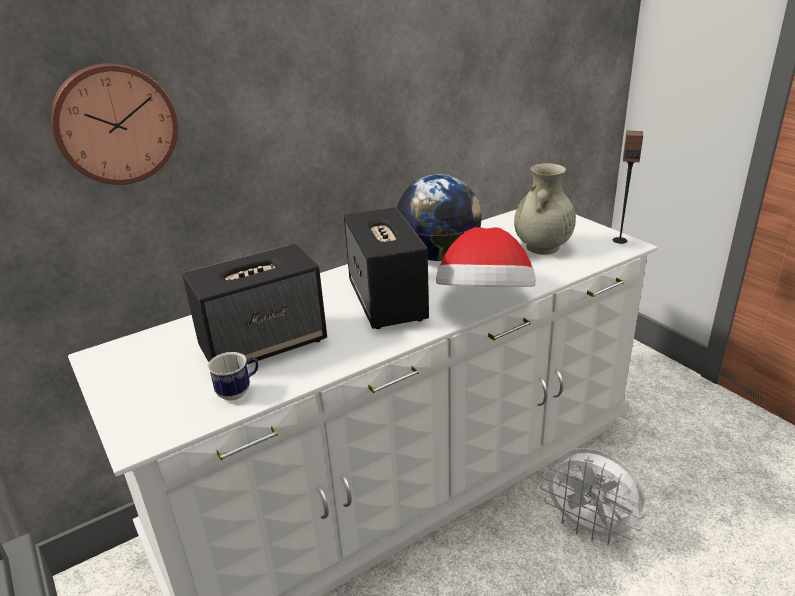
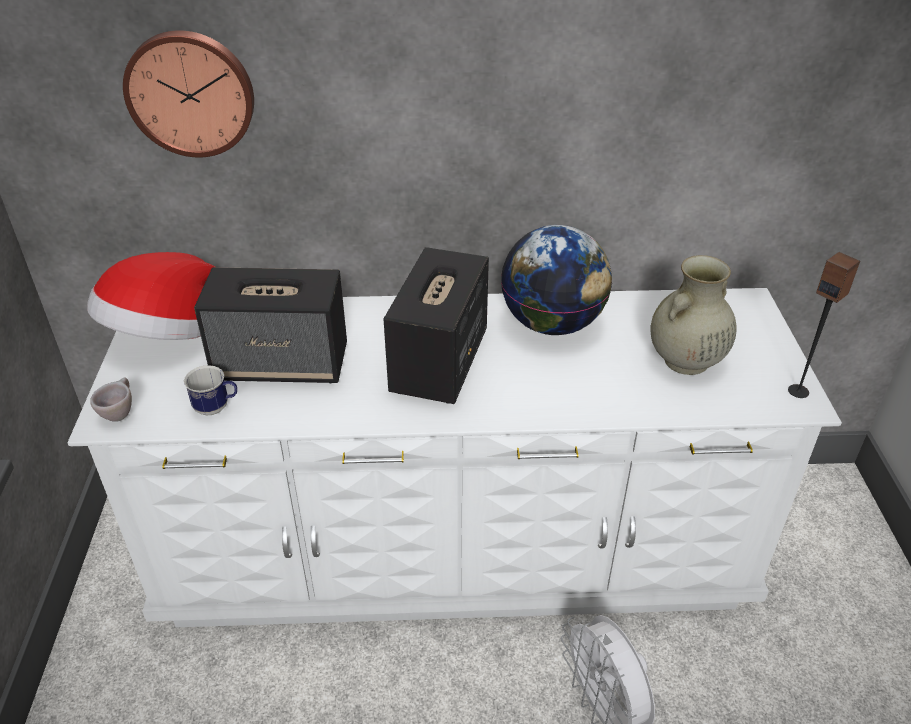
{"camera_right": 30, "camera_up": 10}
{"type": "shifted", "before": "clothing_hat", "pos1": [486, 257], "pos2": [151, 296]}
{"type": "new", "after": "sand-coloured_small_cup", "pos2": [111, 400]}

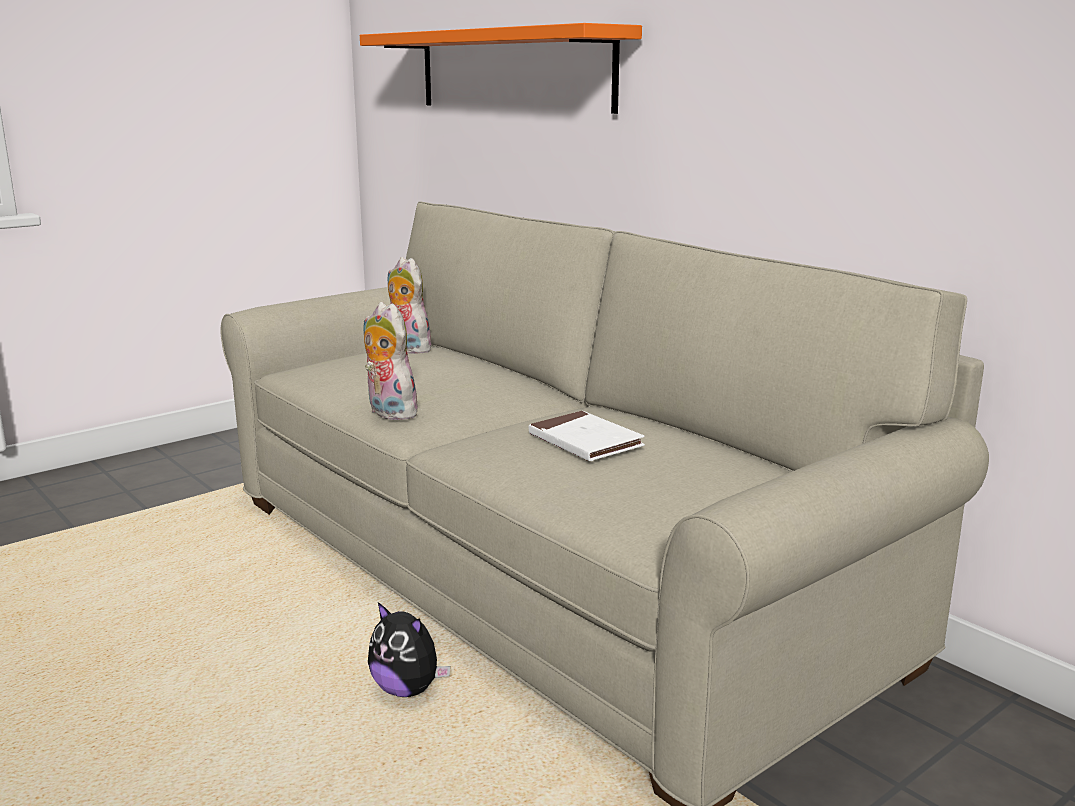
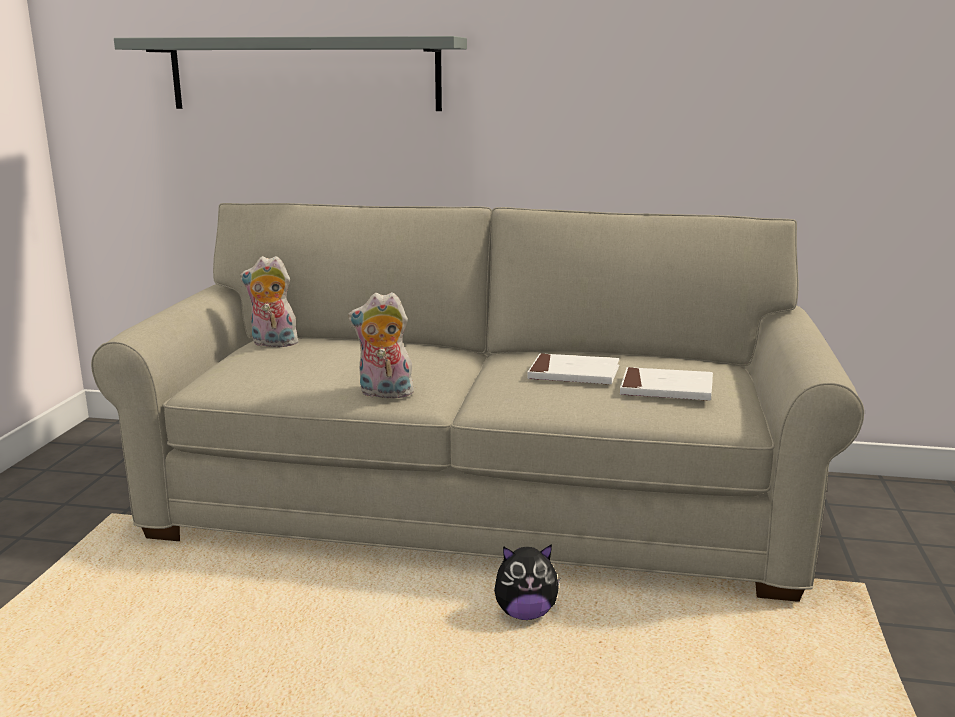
{"camera_right": -40, "camera_up": 0}
{"type": "repainted", "before": "orange_wall_shelf", "after": "gray_wall_shelf", "pos1": [501, 68], "pos2": [290, 73]}
{"type": "new", "after": "white-coloured_book", "pos2": [666, 384]}

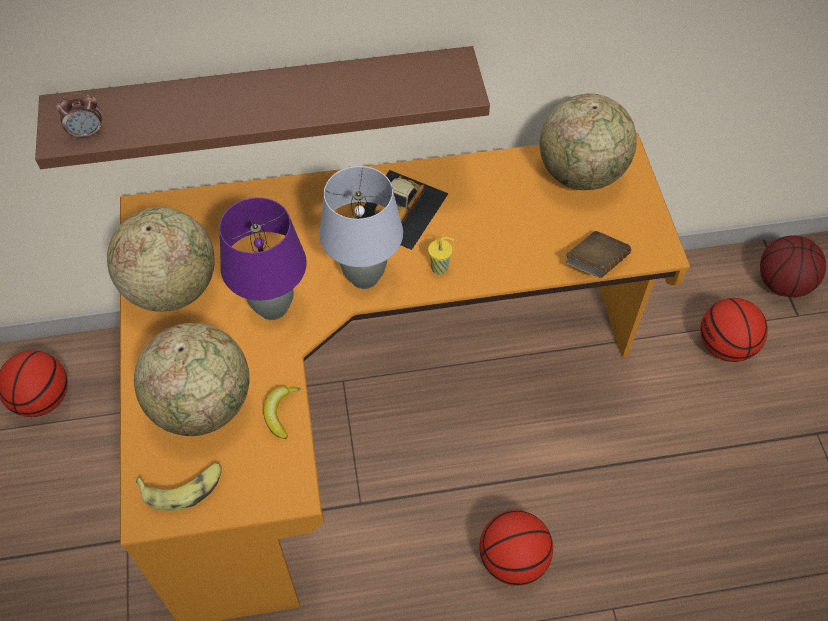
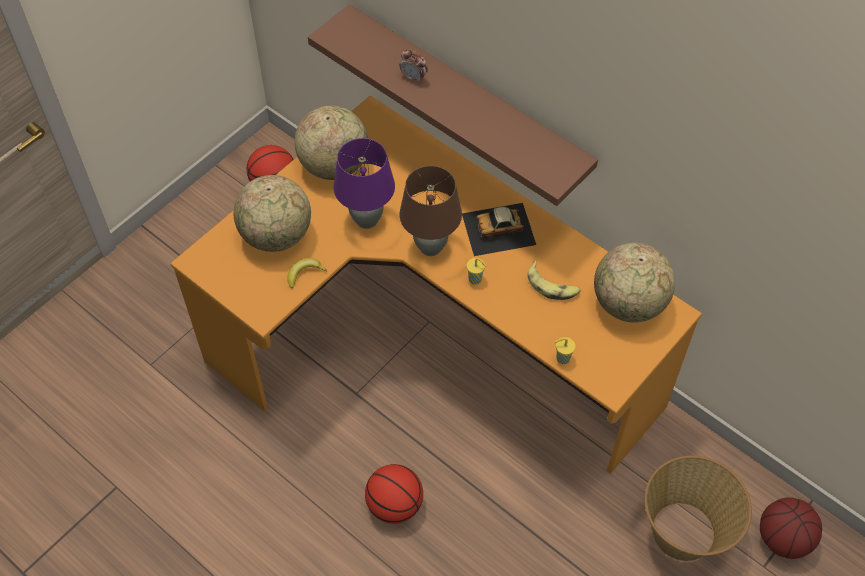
{"camera_right": 50, "camera_up": 0}
{"type": "shifted", "before": "bedside_clock", "pos1": [79, 116], "pos2": [413, 66]}
{"type": "repainted", "before": "gray_lamp_for_a_table", "after": "brown_lamp_for_a_table", "pos1": [361, 227], "pos2": [431, 211]}
{"type": "swapped", "before": "brown_book", "after": "yellow_small_cup", "pos1": [598, 254], "pos2": [565, 350]}
{"type": "swapped", "before": "basketball", "after": "basket", "pos1": [734, 330], "pos2": [698, 508]}
{"type": "shifted", "before": "banana_fruit", "pos1": [179, 487], "pos2": [554, 280]}

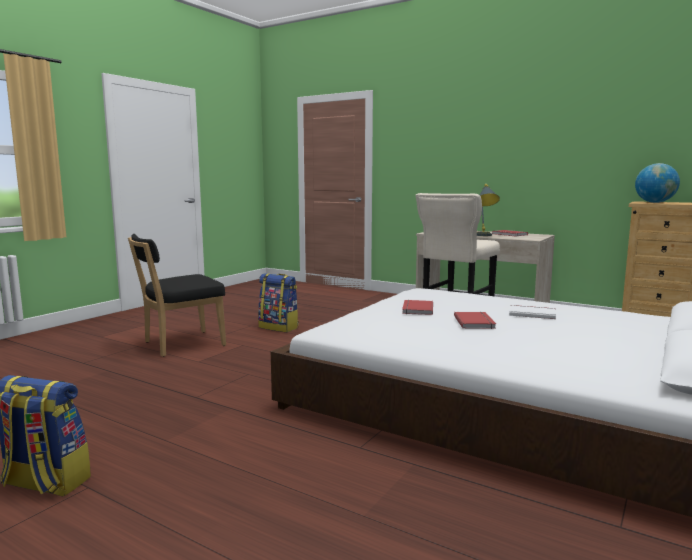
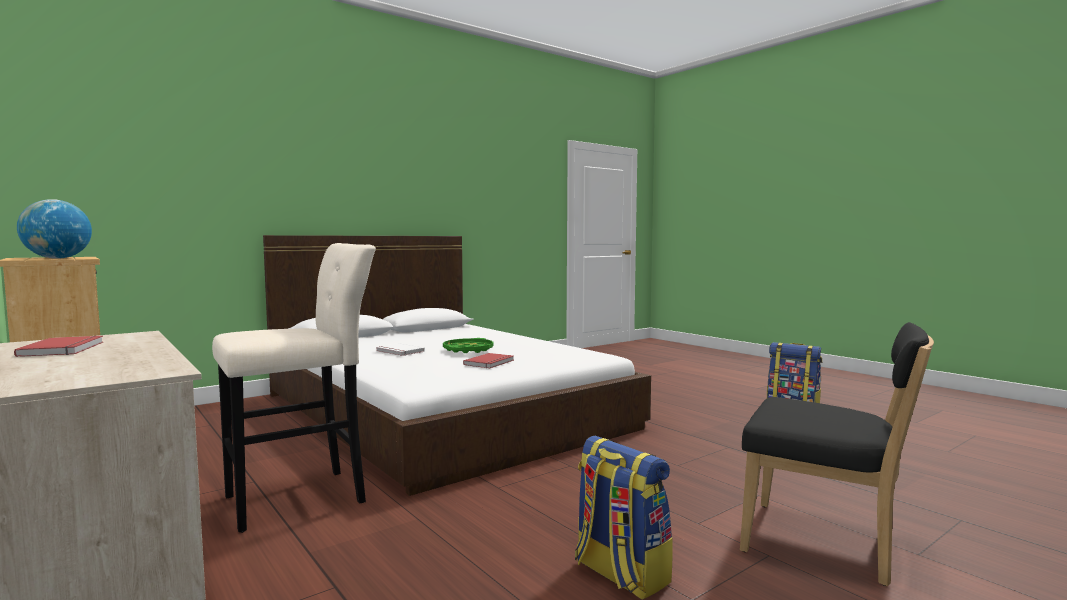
{"camera_right": -160, "camera_up": -5}
{"type": "gone", "before": "gray_lamp_for_a_table", "pos1": [488, 210]}
{"type": "rotated", "before": "black-coloured_upright_chair", "pos1": [177, 295], "pos2": [837, 454], "turn": 45}
{"type": "swapped", "before": "red_book", "after": "green-coloured_serving_tray", "pos1": [475, 320], "pos2": [468, 345]}

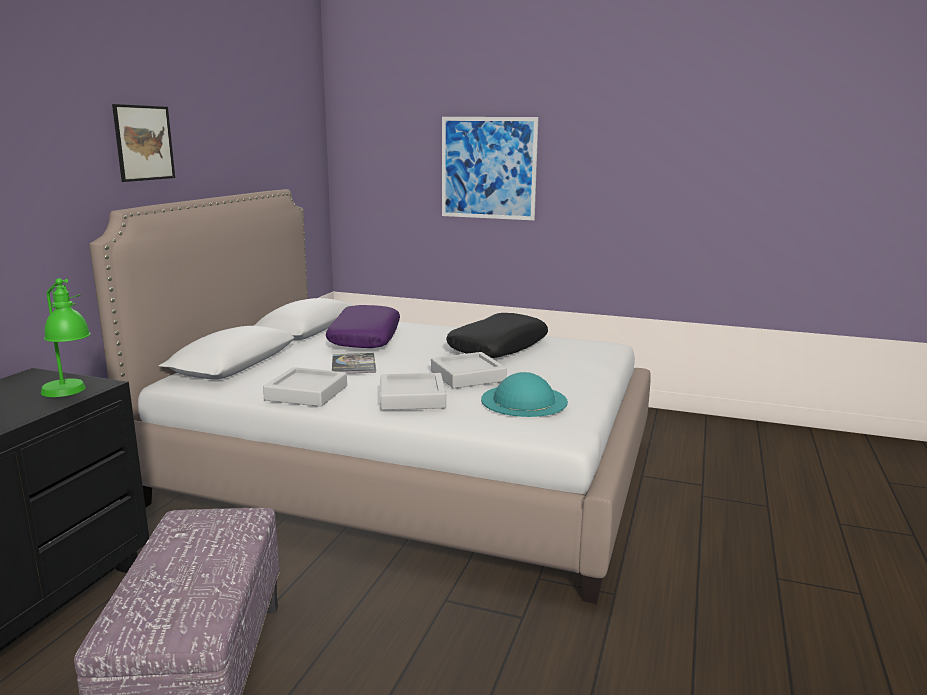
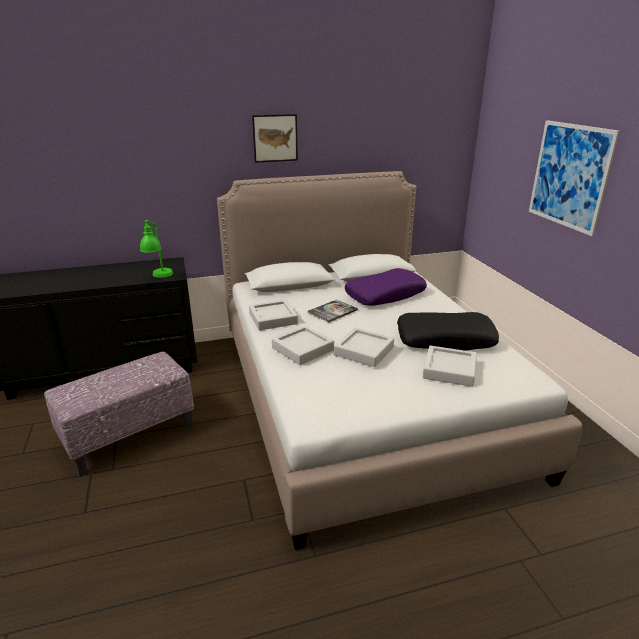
{"camera_right": 55, "camera_up": 10}
{"type": "gone", "before": "blue-green_clothing_hat", "pos1": [524, 394]}
{"type": "new", "after": "gray_serving_tray", "pos2": [450, 366]}

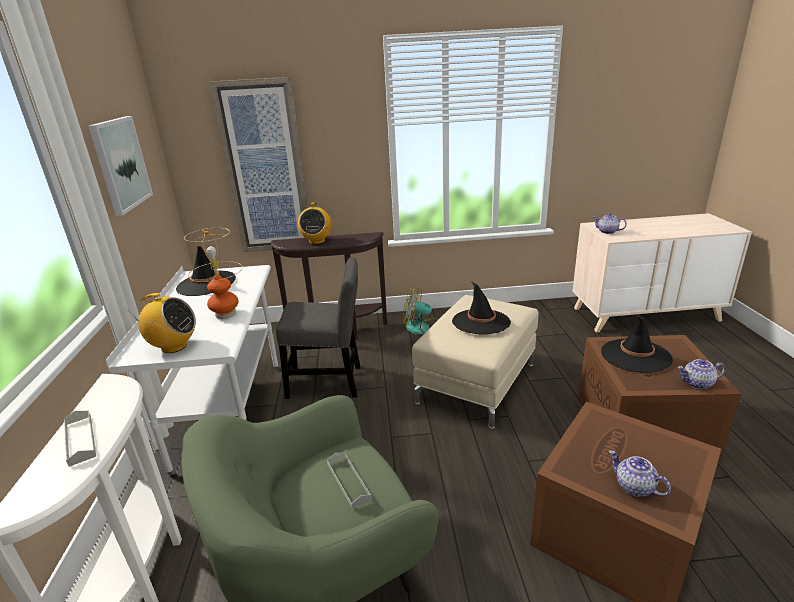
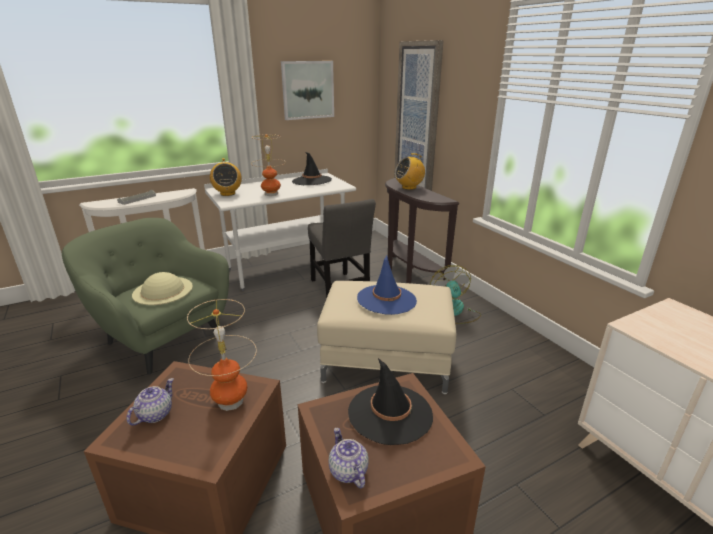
{"camera_right": 65, "camera_up": 0}
{"type": "gone", "before": "teapot", "pos1": [610, 223]}
{"type": "repainted", "before": "black-coloured_clothing_hat", "after": "blue_clothing_hat", "pos1": [481, 308], "pos2": [387, 285]}
{"type": "swapped", "before": "gray_serving_tray", "after": "sand-coloured_clothing_hat", "pos1": [349, 481], "pos2": [162, 288]}
{"type": "new", "after": "lamp_for_a_table", "pos2": [222, 355]}

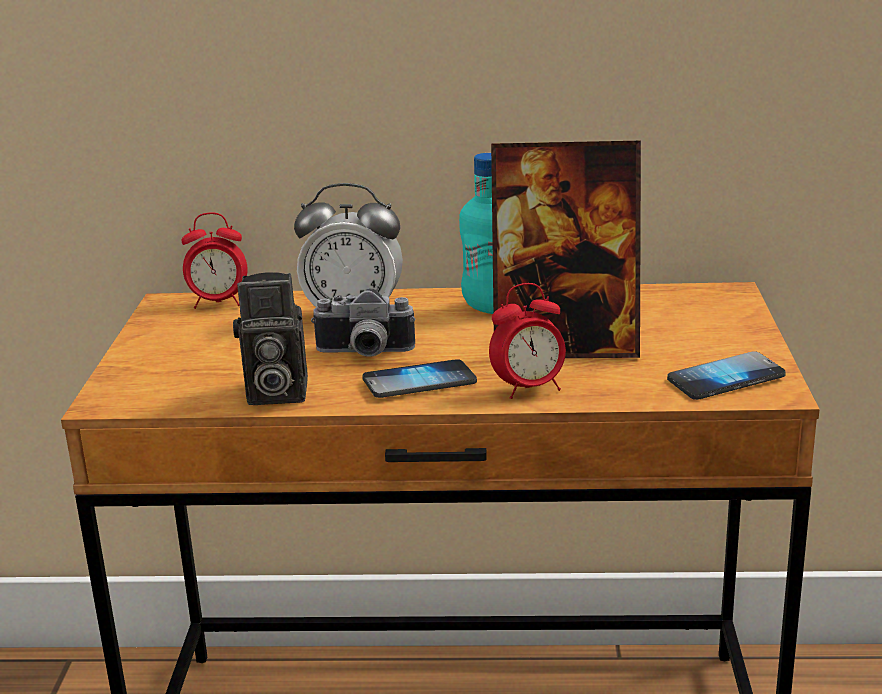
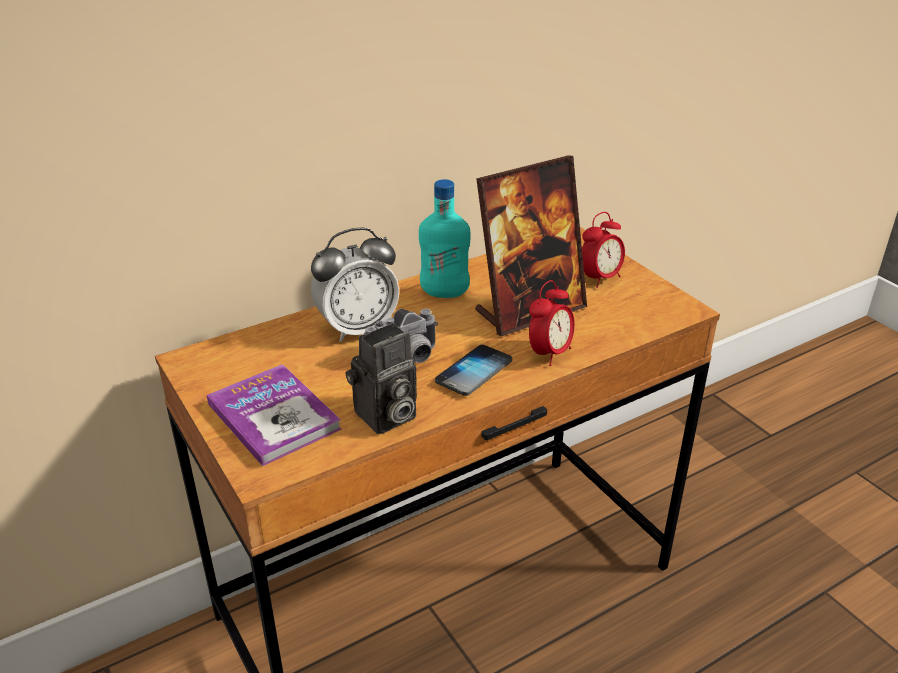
{"camera_right": -35, "camera_up": 10}
{"type": "shifted", "before": "bedside_clock", "pos1": [215, 261], "pos2": [603, 250]}
{"type": "gone", "before": "phone", "pos1": [726, 375]}
{"type": "new", "after": "book", "pos2": [274, 415]}

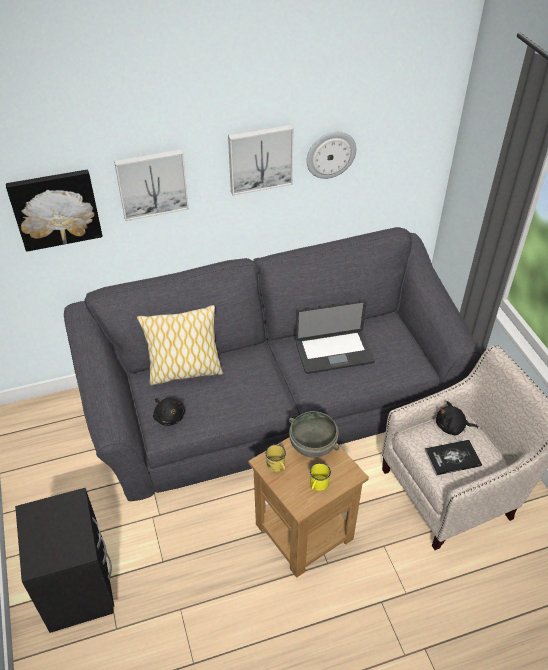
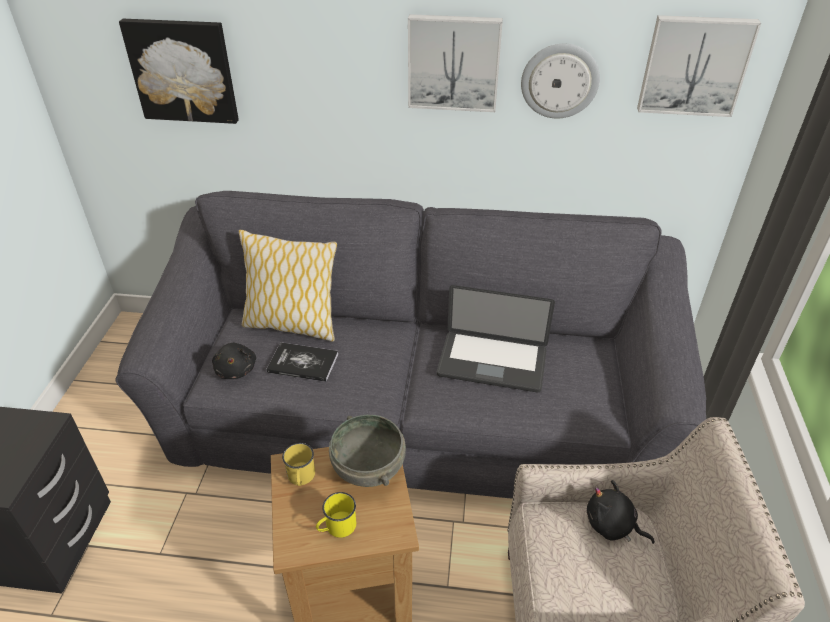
{"camera_right": 25, "camera_up": -5}
{"type": "shifted", "before": "picture", "pos1": [151, 185], "pos2": [699, 66]}
{"type": "shifted", "before": "book", "pos1": [453, 458], "pos2": [302, 362]}

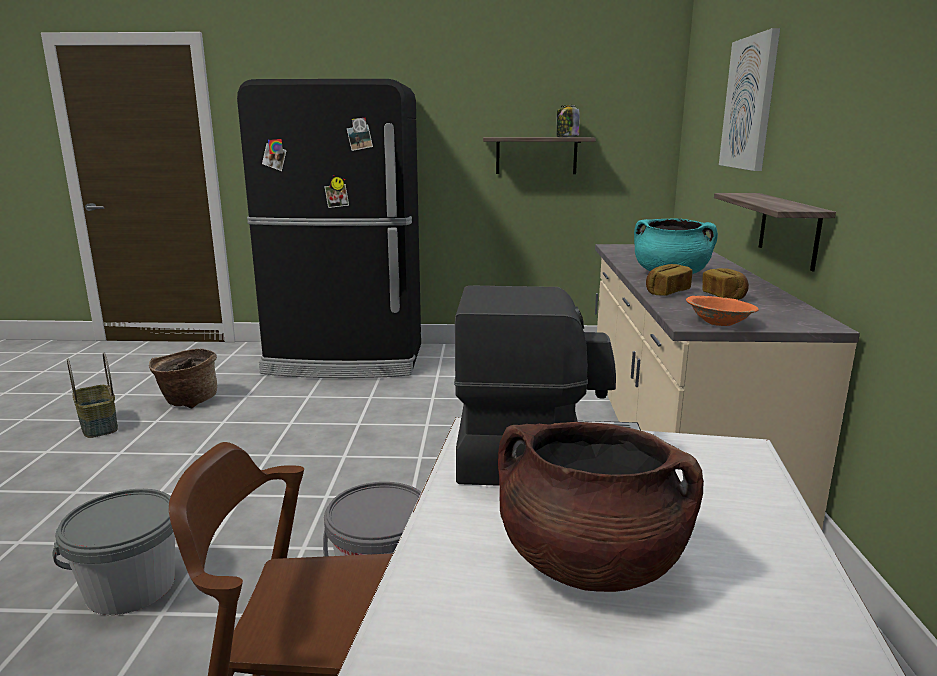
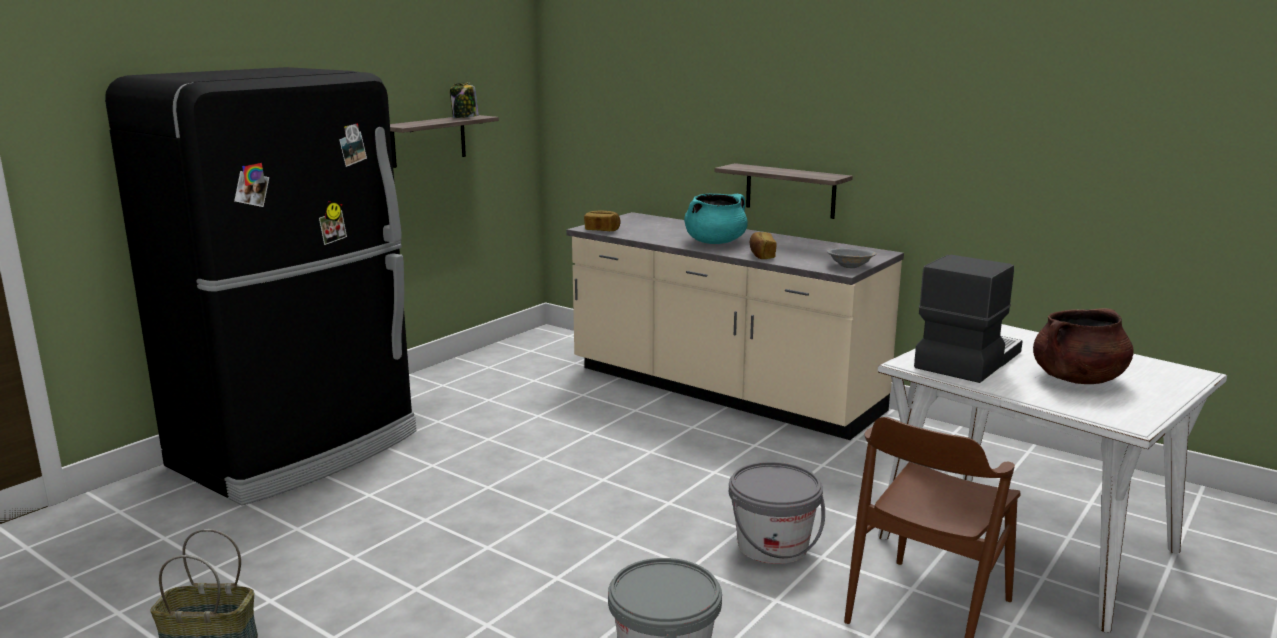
{"camera_right": -55, "camera_up": 0}
{"type": "gone", "before": "picture", "pos1": [749, 99]}
{"type": "shifted", "before": "baked_bread", "pos1": [725, 284], "pos2": [602, 220]}
{"type": "repainted", "before": "orange_deep_dish", "after": "gray_deep_dish", "pos1": [722, 311], "pos2": [852, 258]}
{"type": "gone", "before": "basket", "pos1": [183, 378]}

